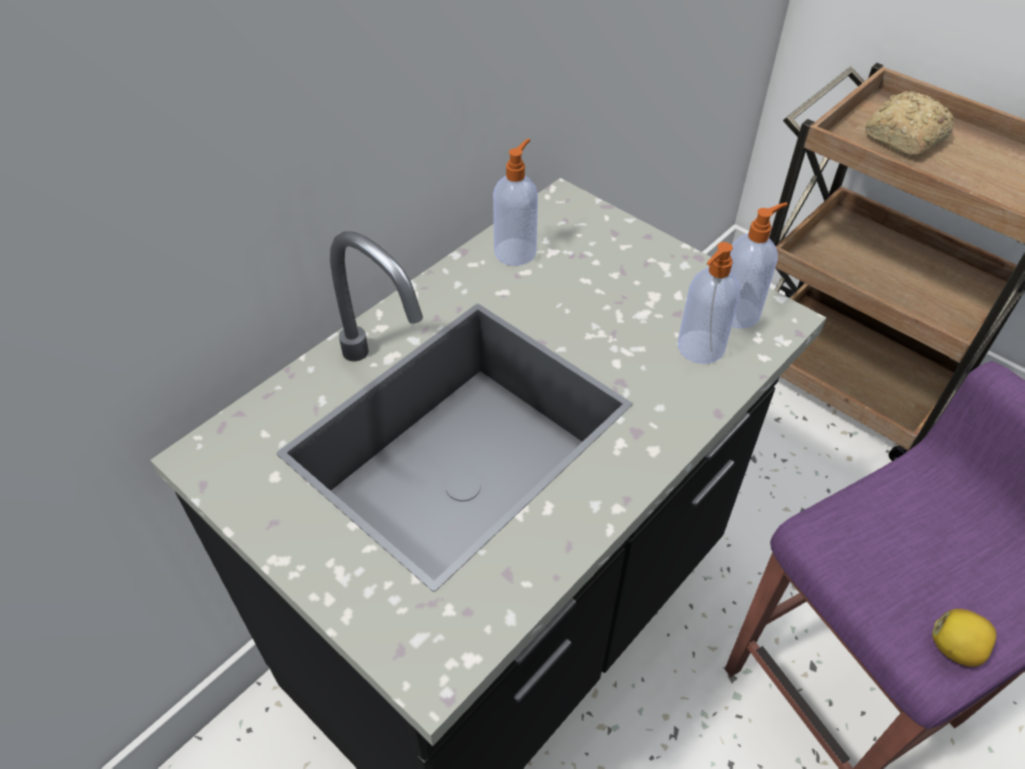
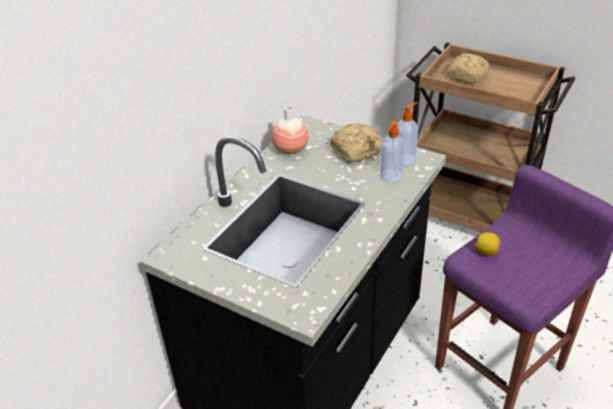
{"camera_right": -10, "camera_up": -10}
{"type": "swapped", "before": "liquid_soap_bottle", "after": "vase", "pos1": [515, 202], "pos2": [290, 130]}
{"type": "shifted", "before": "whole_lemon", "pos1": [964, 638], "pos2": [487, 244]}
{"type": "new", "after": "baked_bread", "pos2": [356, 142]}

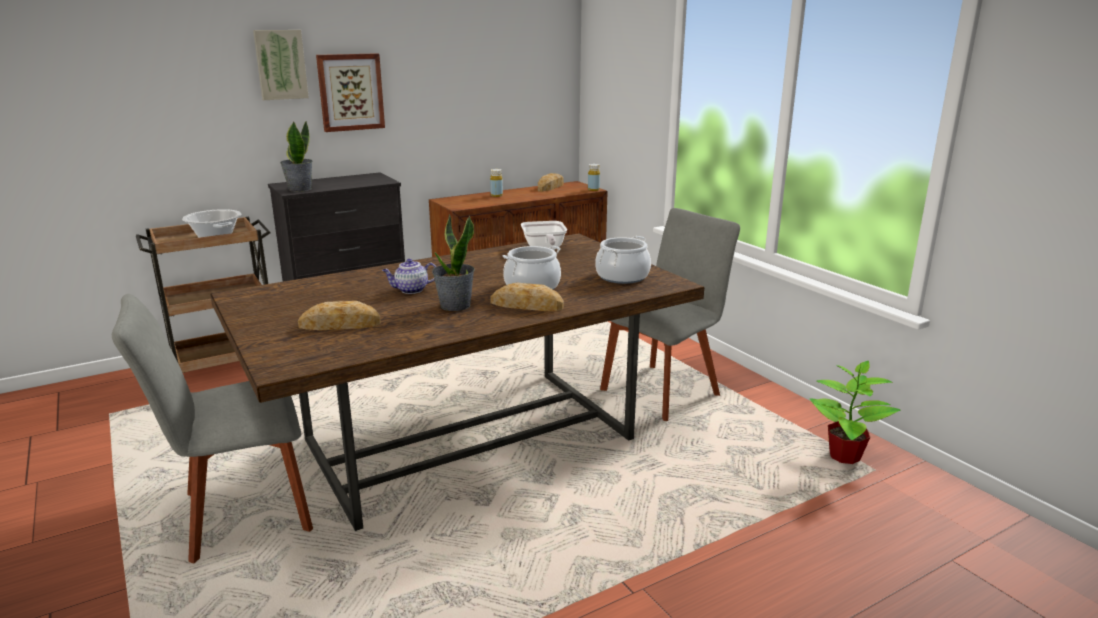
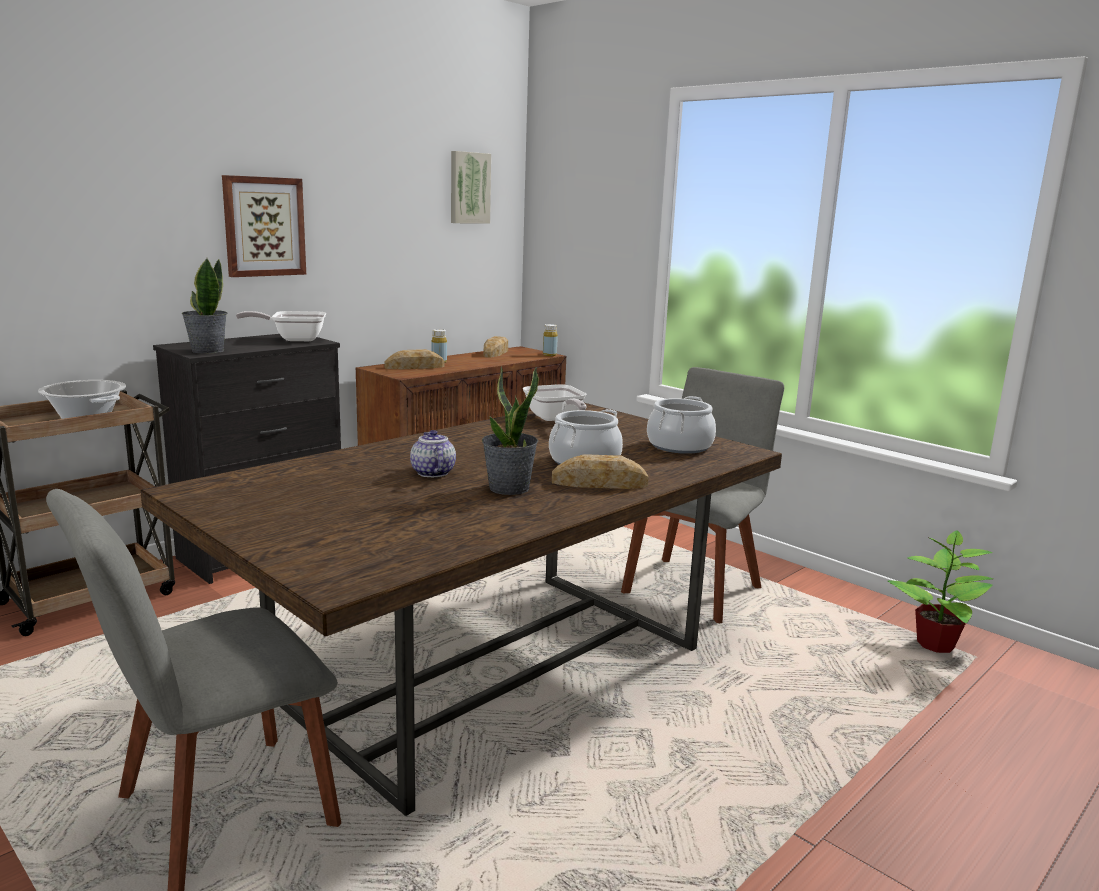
{"camera_right": -15, "camera_up": -5}
{"type": "shifted", "before": "picture", "pos1": [281, 65], "pos2": [471, 187]}
{"type": "rotated", "before": "teapot", "pos1": [409, 276], "pos2": [433, 453], "turn": 105}
{"type": "shifted", "before": "baked_bread", "pos1": [339, 315], "pos2": [414, 359]}
{"type": "new", "after": "pan", "pos2": [281, 326]}

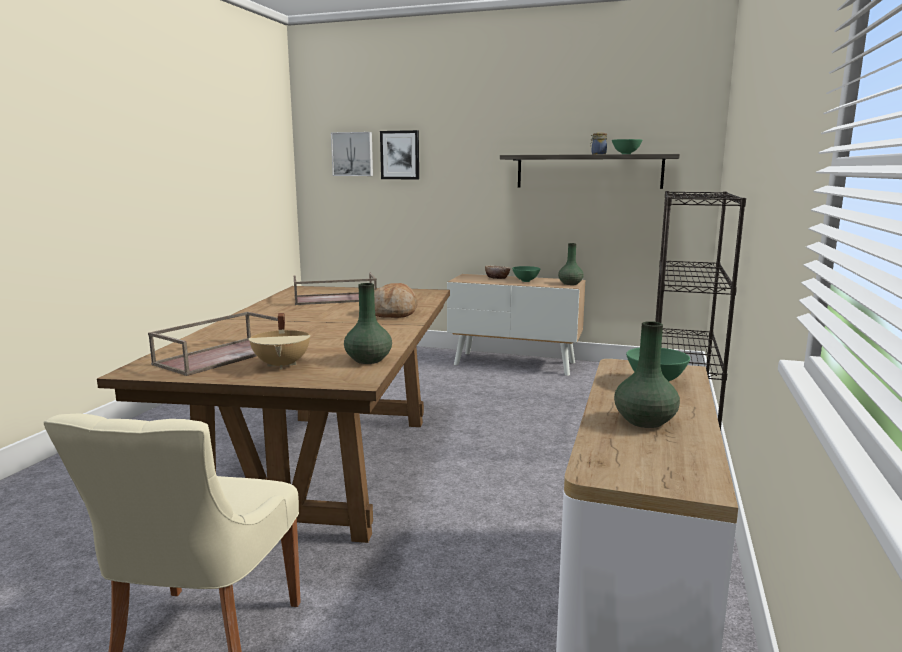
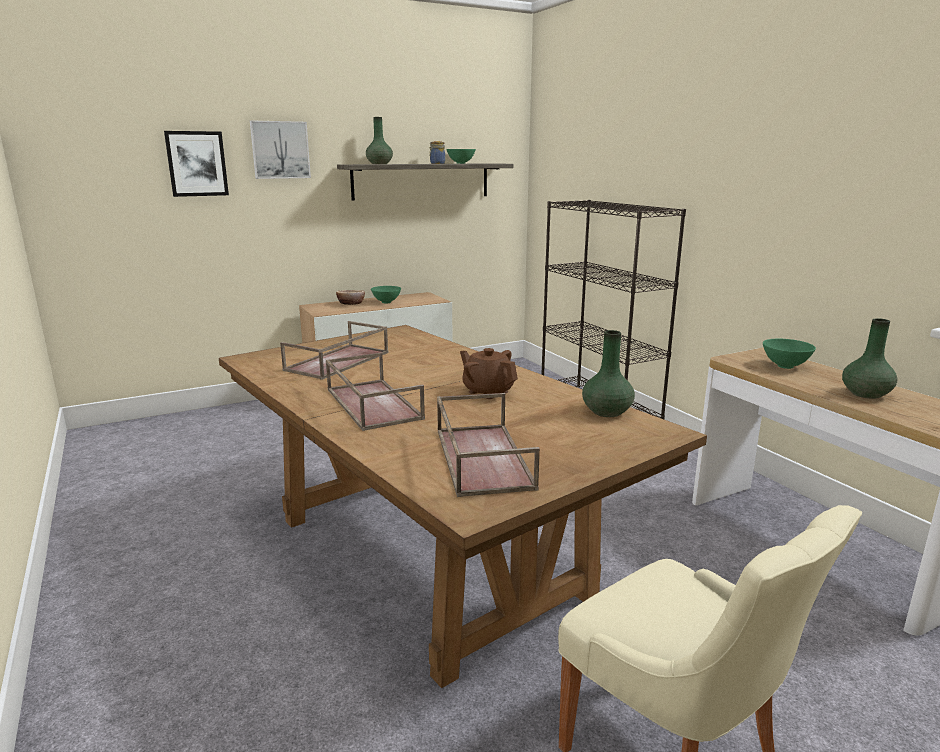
{"camera_right": -45, "camera_up": 5}
{"type": "shifted", "before": "picture", "pos1": [352, 154], "pos2": [280, 149]}
{"type": "shifted", "before": "green-coloured_vase", "pos1": [571, 264], "pos2": [379, 140]}
{"type": "gone", "before": "baked_bread", "pos1": [396, 300]}
{"type": "gone", "before": "sand-coloured_stockpot", "pos1": [280, 341]}
{"type": "new", "after": "brown_teapot", "pos2": [489, 373]}
{"type": "new", "after": "brown_serving_tray", "pos2": [375, 391]}

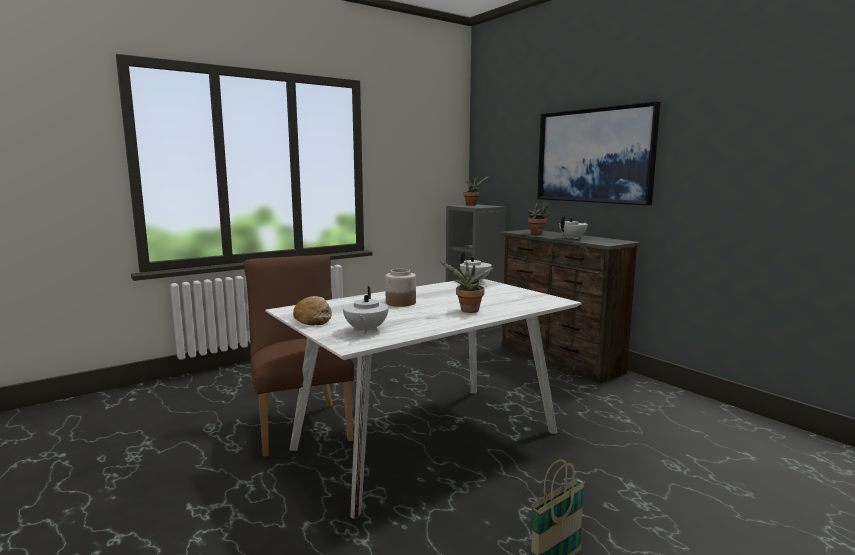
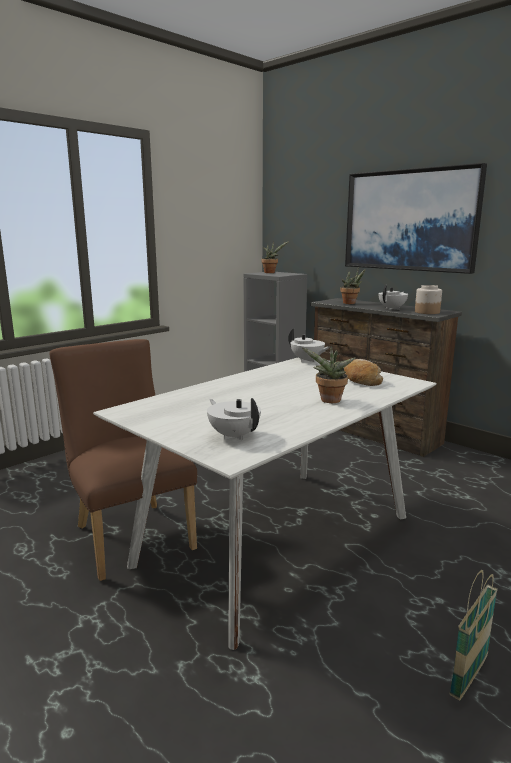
{"camera_right": -10, "camera_up": 5}
{"type": "shifted", "before": "jar", "pos1": [400, 288], "pos2": [428, 299]}
{"type": "rotated", "before": "white-coloured_teapot", "pos1": [366, 310], "pos2": [234, 419], "turn": 150}
{"type": "shifted", "before": "baked_bread", "pos1": [312, 310], "pos2": [363, 372]}

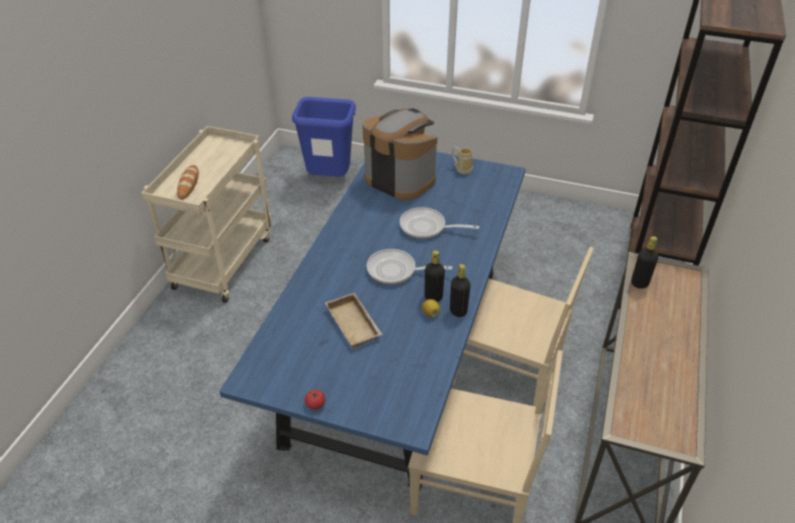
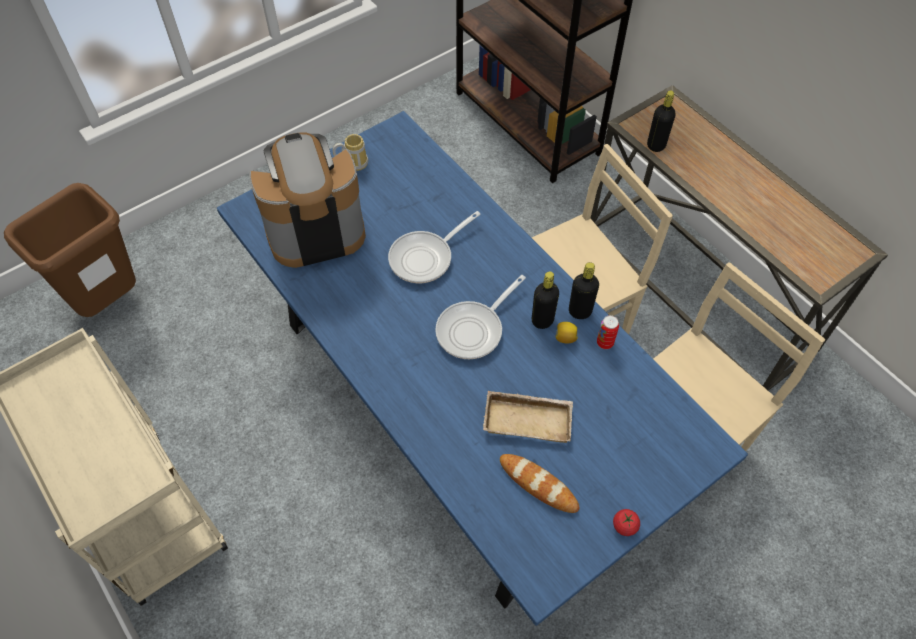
{"camera_right": -55, "camera_up": 15}
{"type": "repainted", "before": "blue_rubbish_bin", "after": "brown_rubbish_bin", "pos1": [324, 137], "pos2": [70, 250]}
{"type": "shifted", "before": "baked_bread", "pos1": [188, 182], "pos2": [539, 483]}
{"type": "new", "after": "can", "pos2": [608, 332]}

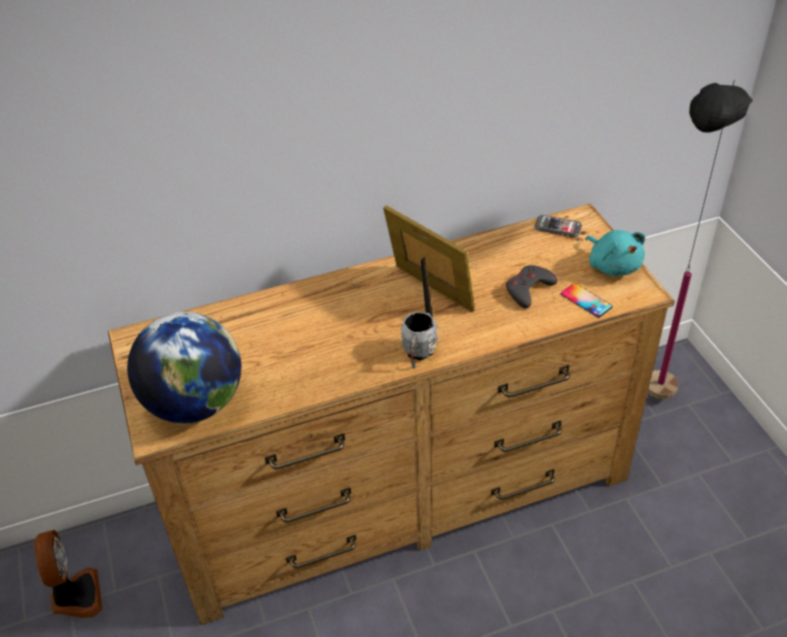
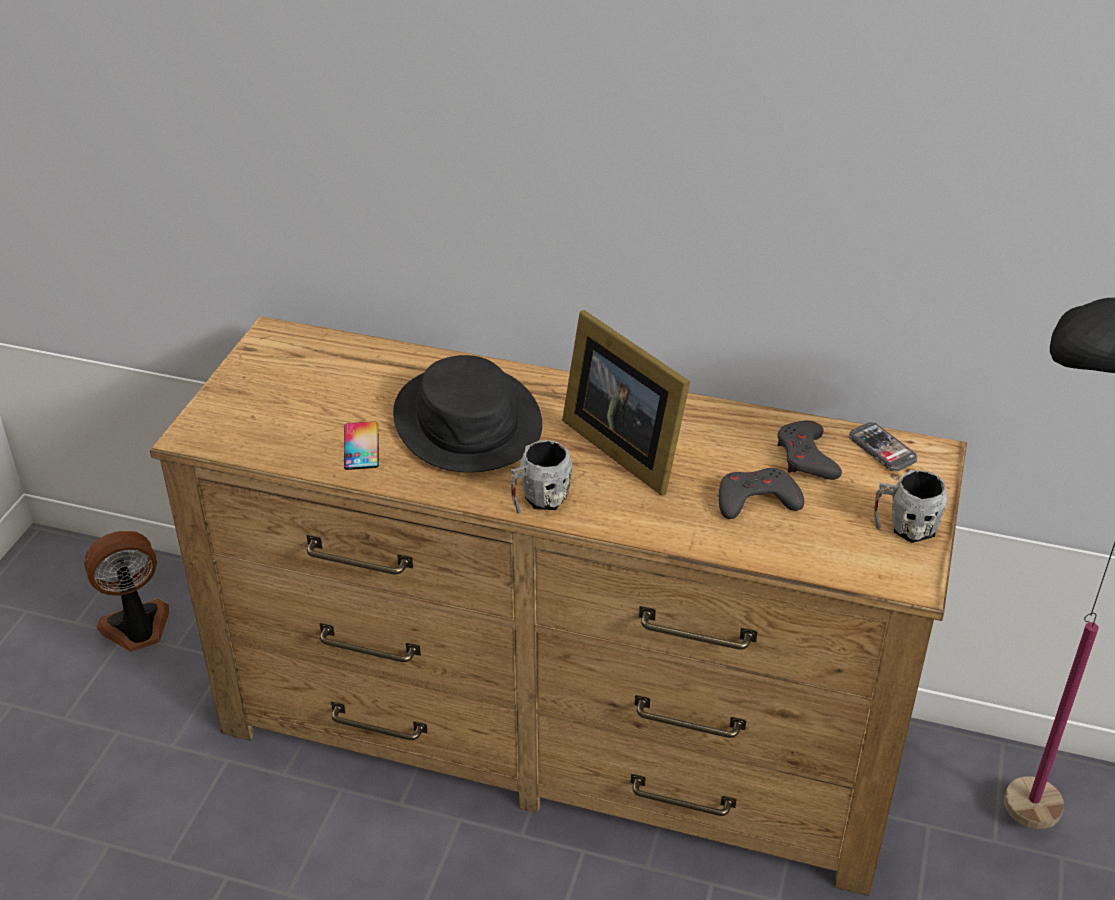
{"camera_right": 35, "camera_up": -5}
{"type": "rotated", "before": "photo_frame", "pos1": [429, 261], "pos2": [626, 403], "turn": 150}
{"type": "swapped", "before": "blue-green_soft_toy", "after": "gray_tea_mug", "pos1": [615, 253], "pos2": [911, 506]}
{"type": "shifted", "before": "phone", "pos1": [587, 300], "pos2": [361, 446]}
{"type": "gone", "before": "world_globe", "pos1": [184, 367]}
{"type": "rotated", "before": "electric_fan", "pos1": [68, 574], "pos2": [126, 591], "turn": -135}
{"type": "new", "after": "black-coloured_clothing_hat", "pos2": [467, 414]}
{"type": "new", "after": "gray_game_controller", "pos2": [810, 450]}

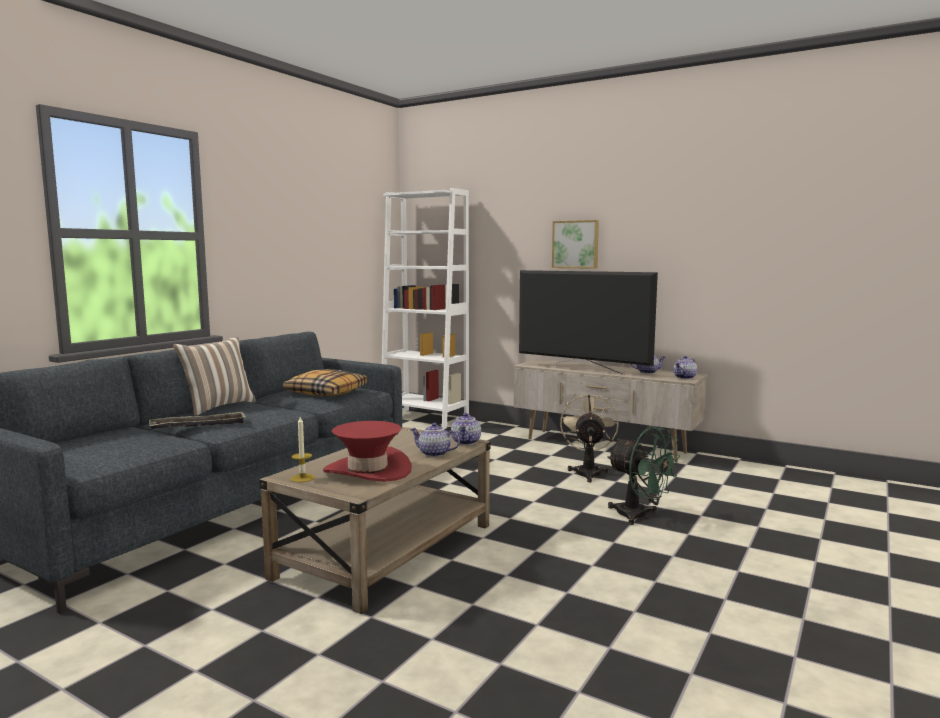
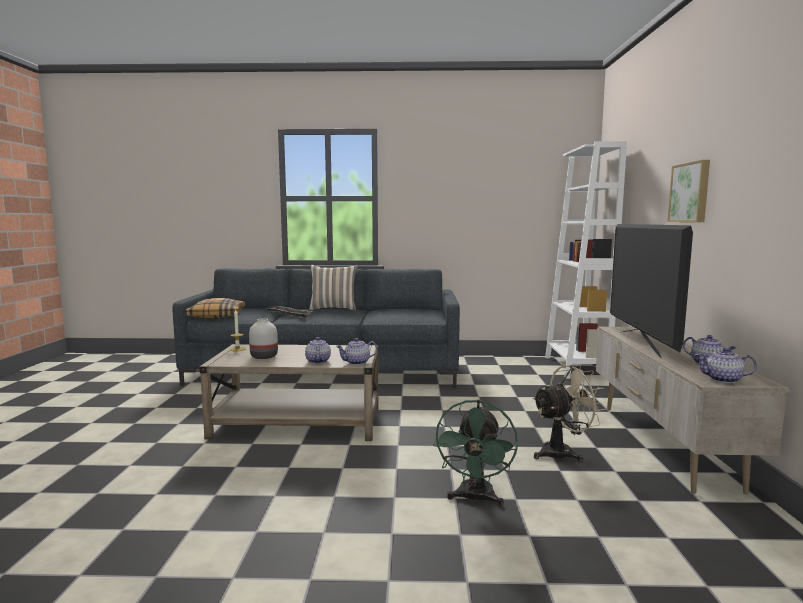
{"camera_right": 60, "camera_up": 0}
{"type": "shifted", "before": "pillow", "pos1": [325, 382], "pos2": [215, 308]}
{"type": "swapped", "before": "red_clothing_hat", "after": "white-coloured_vase", "pos1": [367, 451], "pos2": [263, 338]}

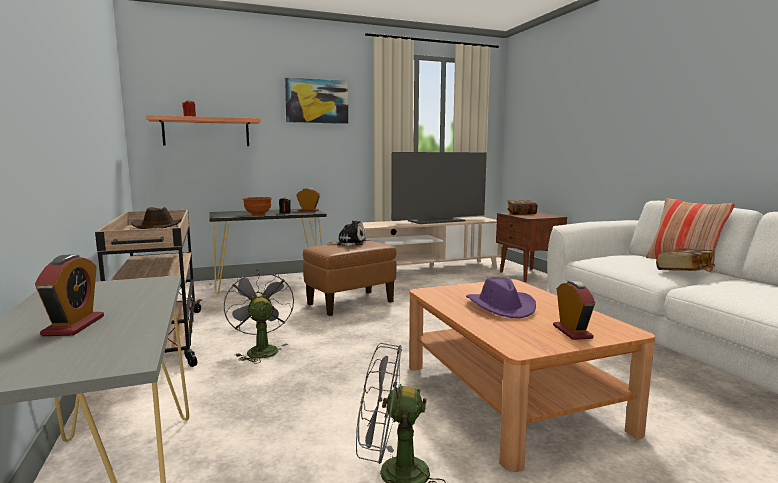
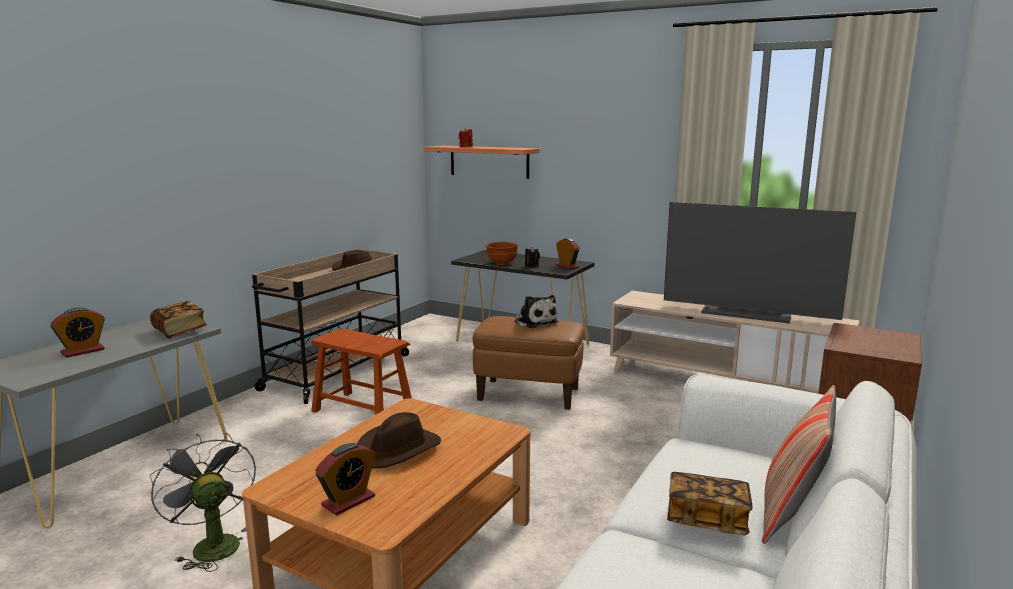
{"camera_right": 50, "camera_up": 5}
{"type": "gone", "before": "picture", "pos1": [316, 101]}
{"type": "shifted", "before": "book", "pos1": [522, 207], "pos2": [178, 319]}
{"type": "swapped", "before": "gray_electric_fan", "after": "brown_sitting_stool", "pos1": [259, 316], "pos2": [361, 372]}
{"type": "repainted", "before": "purplish_clothing_hat", "after": "brown_clothing_hat", "pos1": [501, 297], "pos2": [399, 440]}

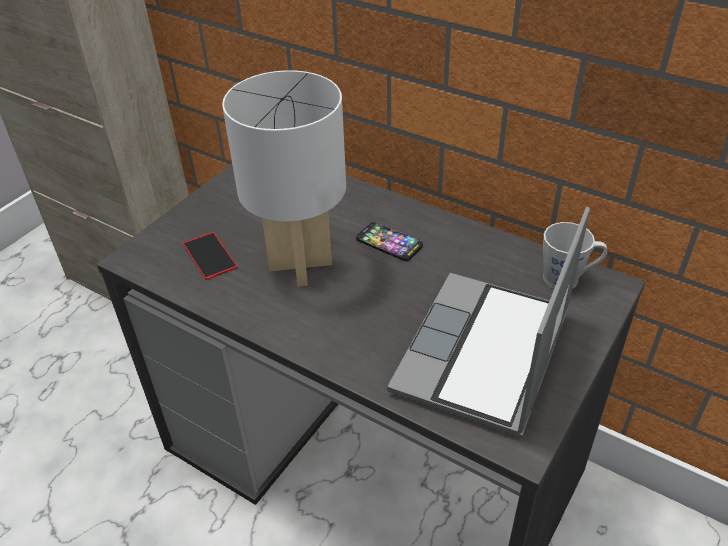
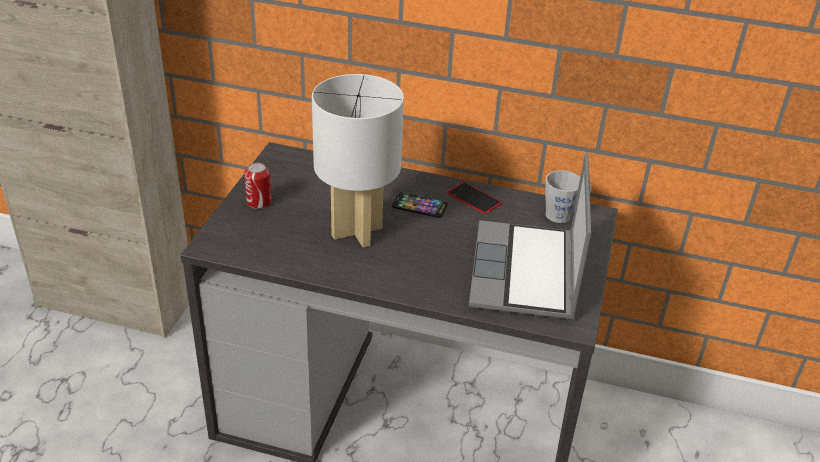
{"camera_right": -20, "camera_up": -5}
{"type": "shifted", "before": "phone", "pos1": [210, 256], "pos2": [474, 198]}
{"type": "new", "after": "can", "pos2": [258, 186]}

